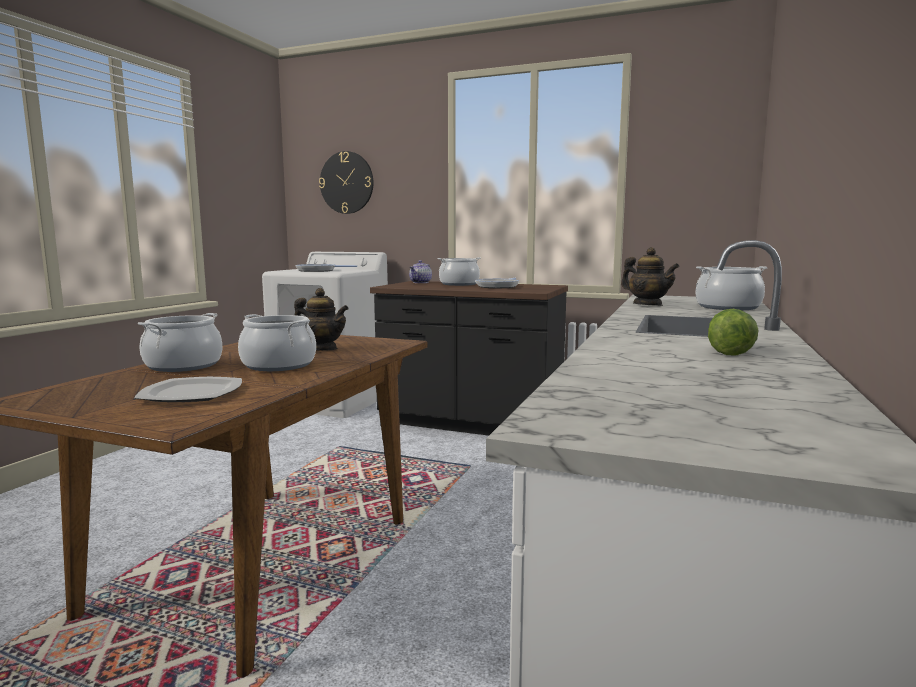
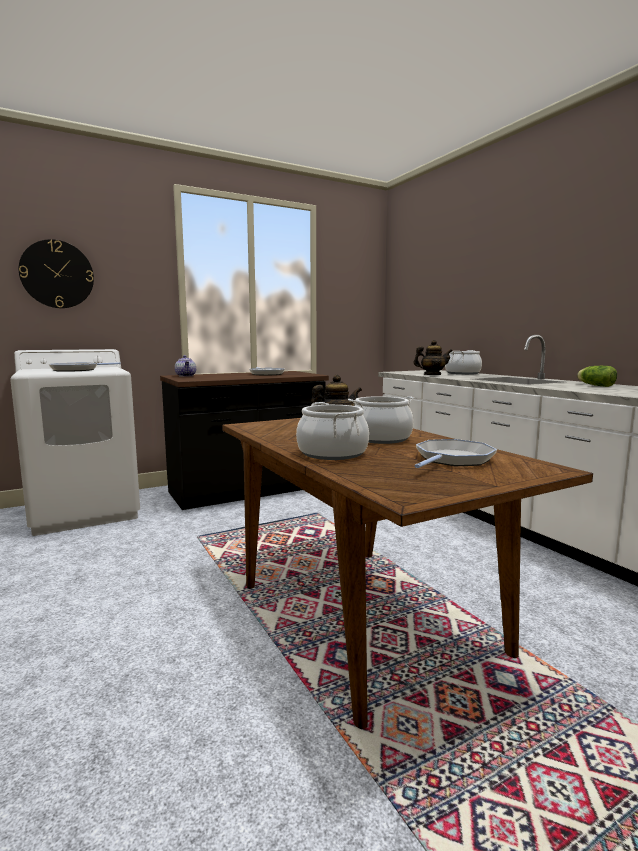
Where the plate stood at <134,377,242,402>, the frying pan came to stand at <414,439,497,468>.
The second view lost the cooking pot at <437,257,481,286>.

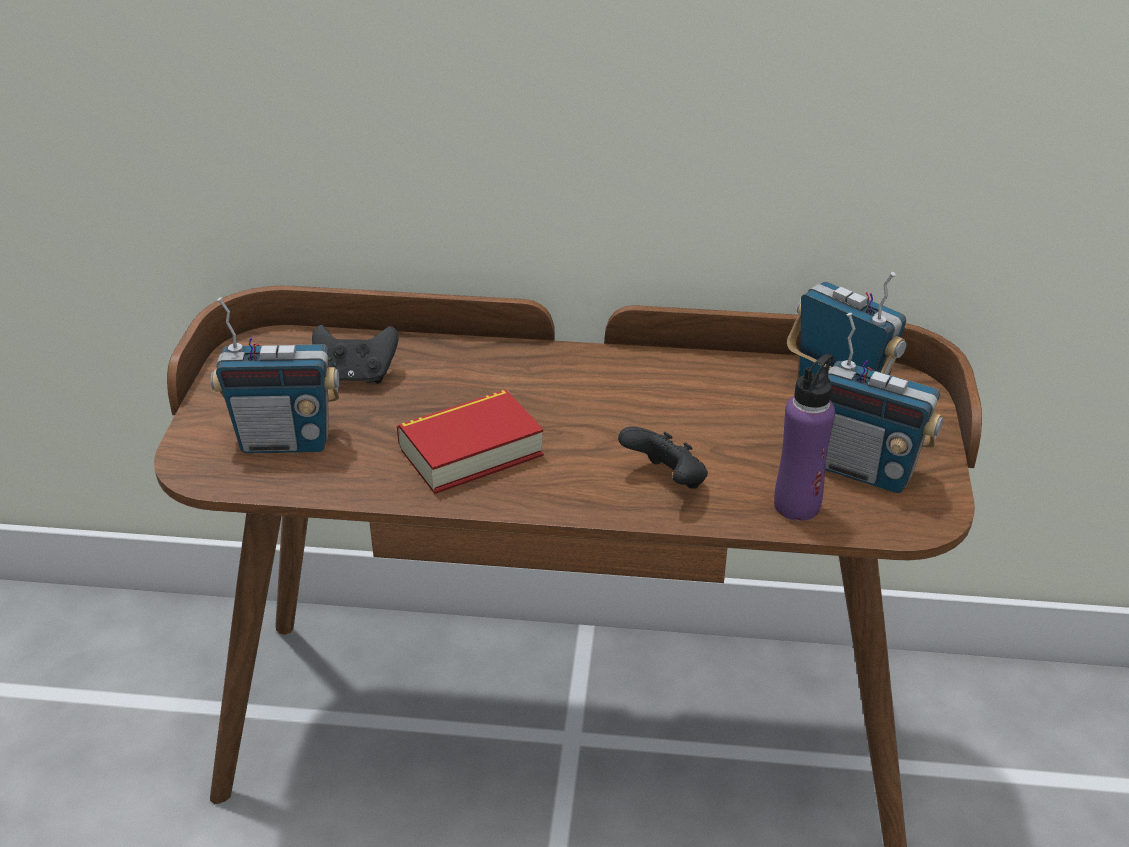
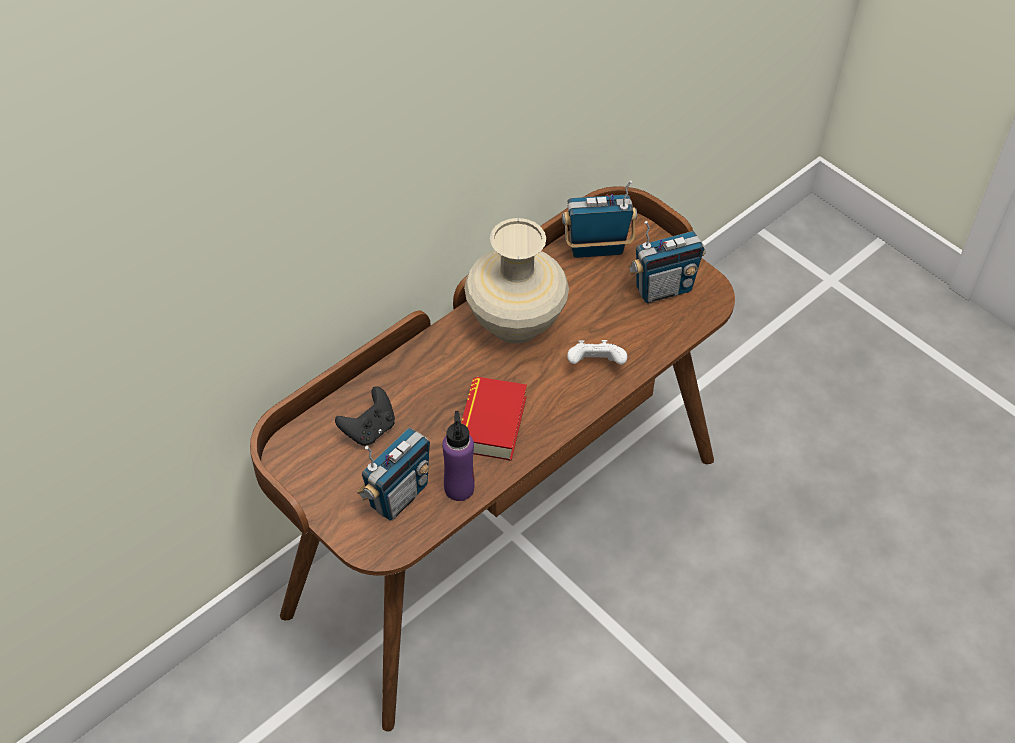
What was the black game controller at <618,426,708,489> turned into the white game controller at <567,340,627,365>.
The purple bottle ended up elsewhere, having gone from <774,353,835,521> to <442,411,475,501>.
The second view gained the beige vase at <464,218,569,344>.

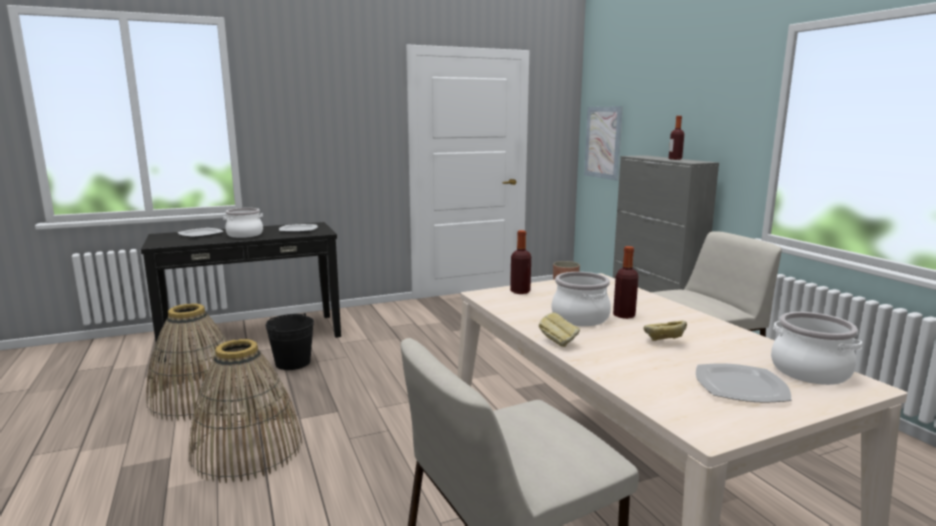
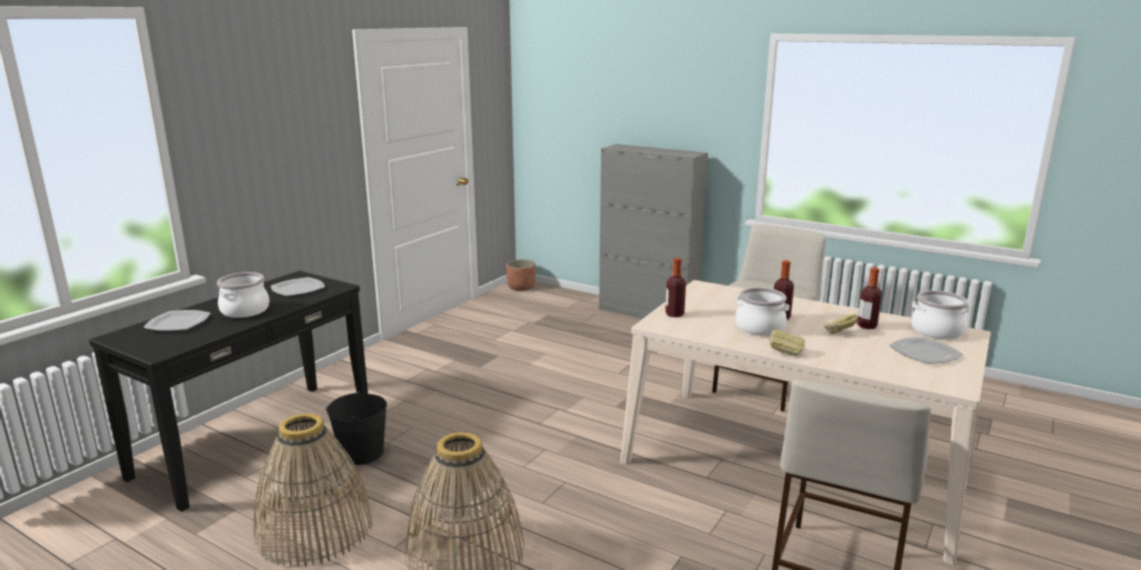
The second view lost the picture at <584,106,623,181>.
The bottle ended up elsewhere, having gone from <669,116,684,160> to <857,268,882,329>.

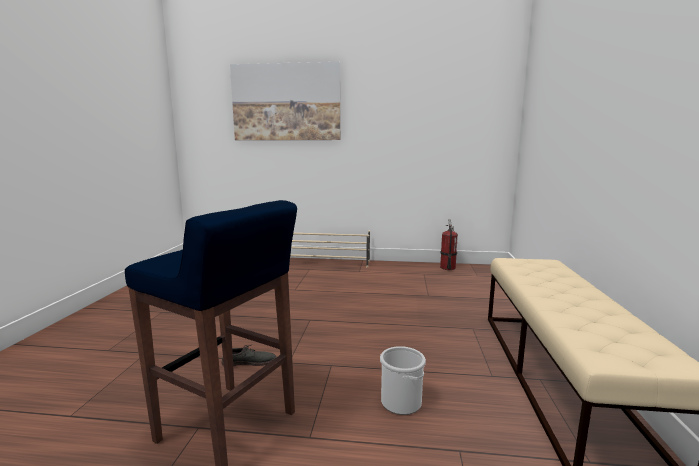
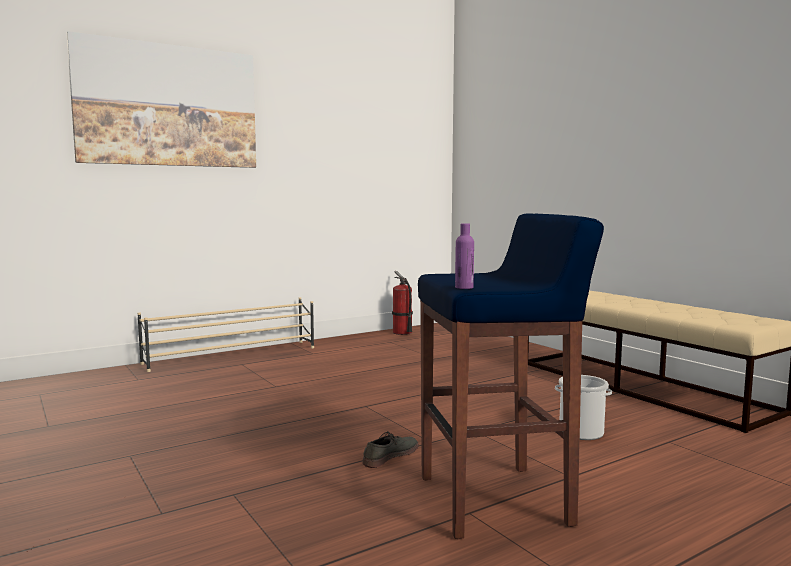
The second view gained the purple bottle at <455,223,474,289>.

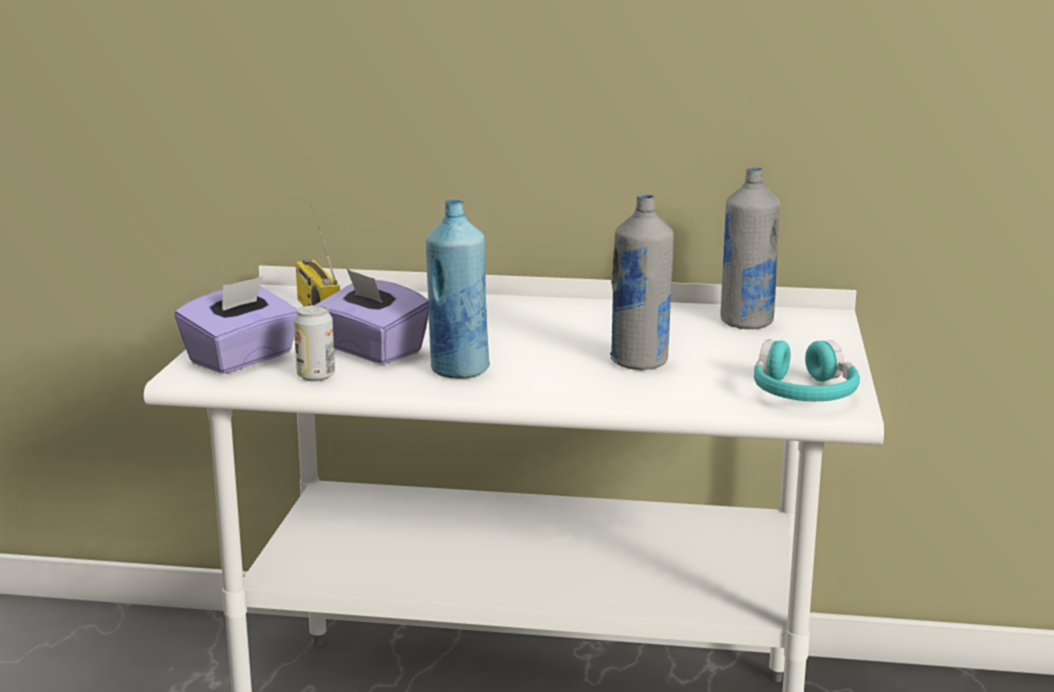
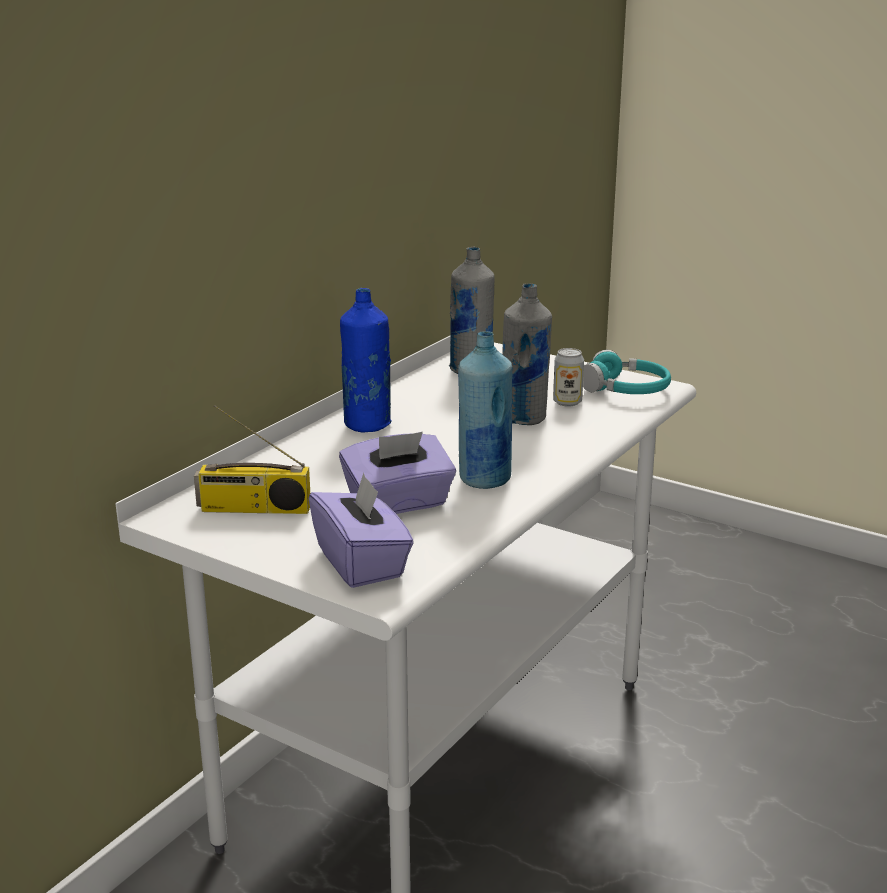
The can ended up elsewhere, having gone from <294,305,335,382> to <553,348,584,407>.
The second view gained the blue bottle at <340,288,392,433>.

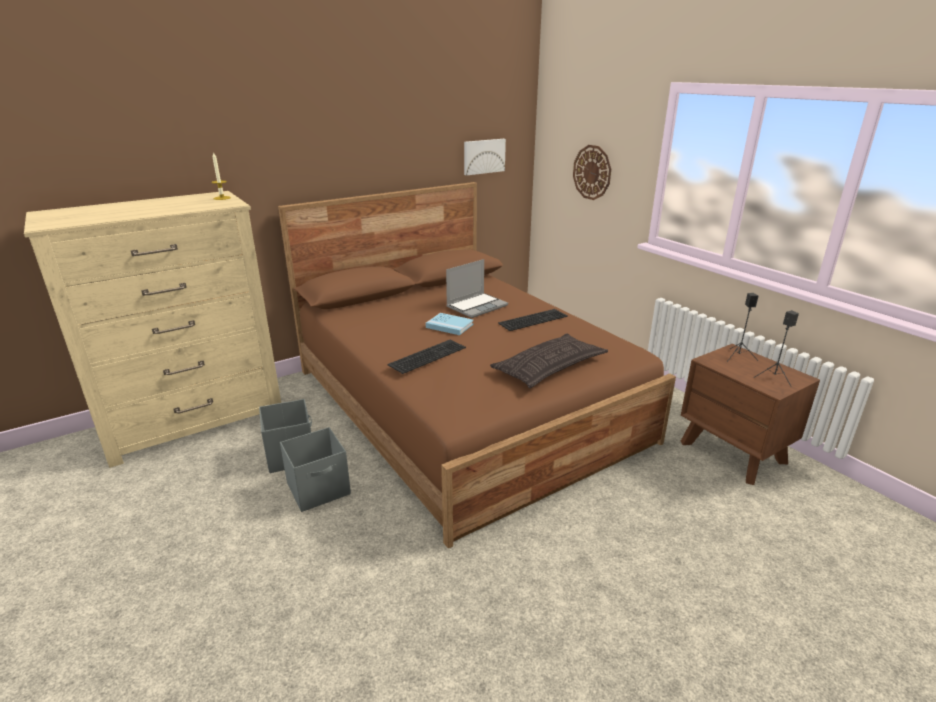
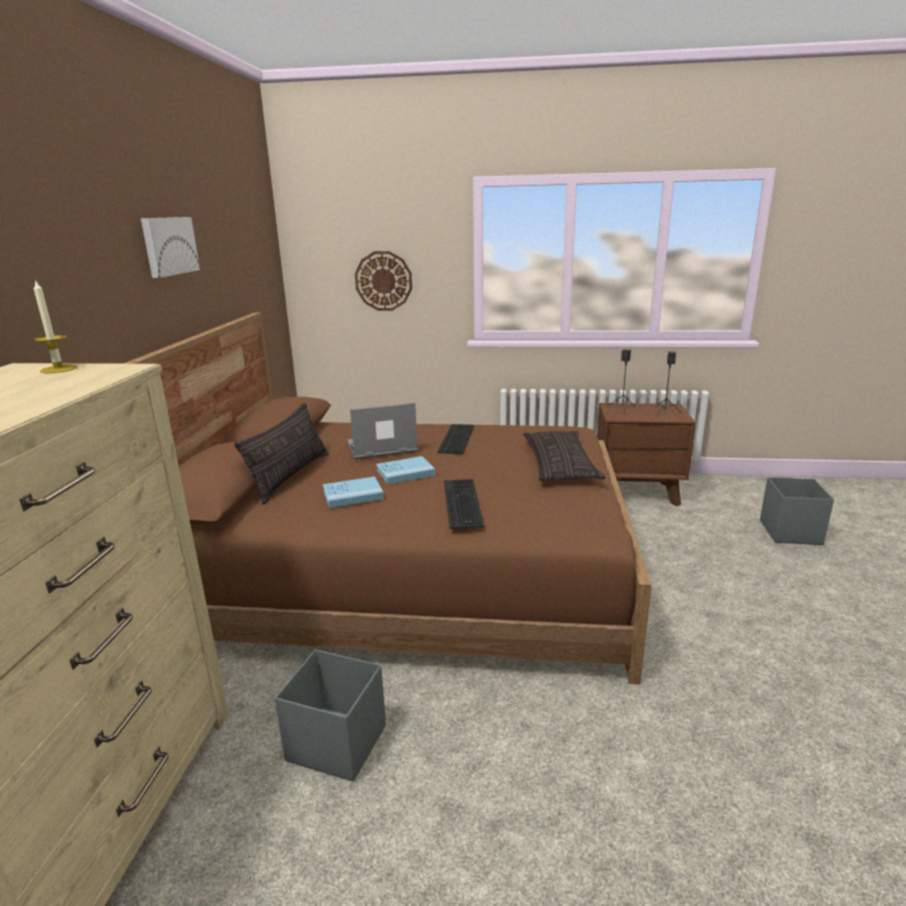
The grey storage box ended up elsewhere, having gone from <280,427,351,512> to <760,477,834,545>.
The laptop at <446,259,508,318> ended up facing another way, 105 degrees counterclockwise from before.
The picture ended up elsewhere, having gone from <464,139,506,175> to <141,217,200,278>.
The second view gained the pillow at <235,402,329,505>.
The second view gained the blue book at <323,477,384,508>.

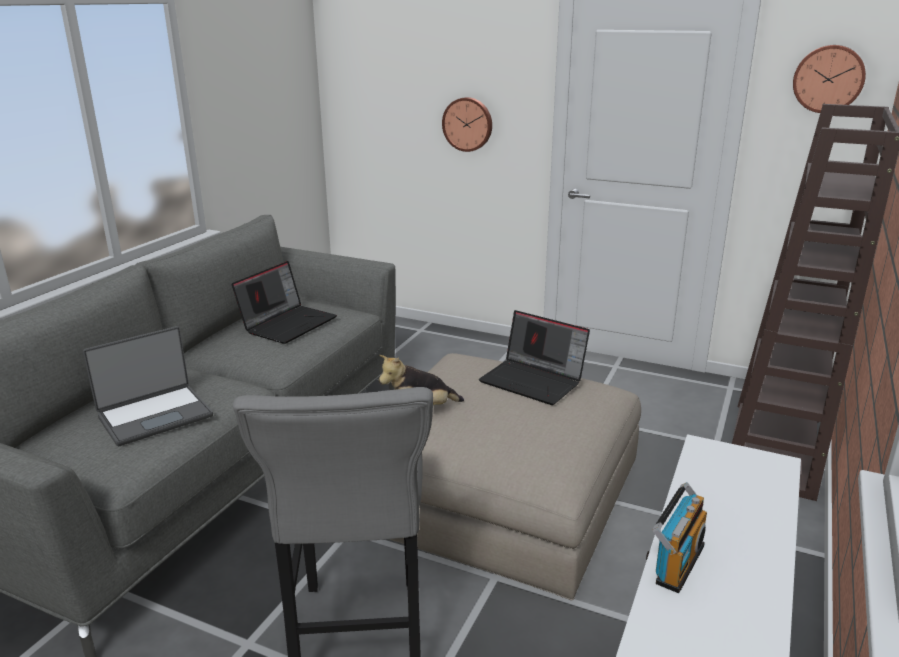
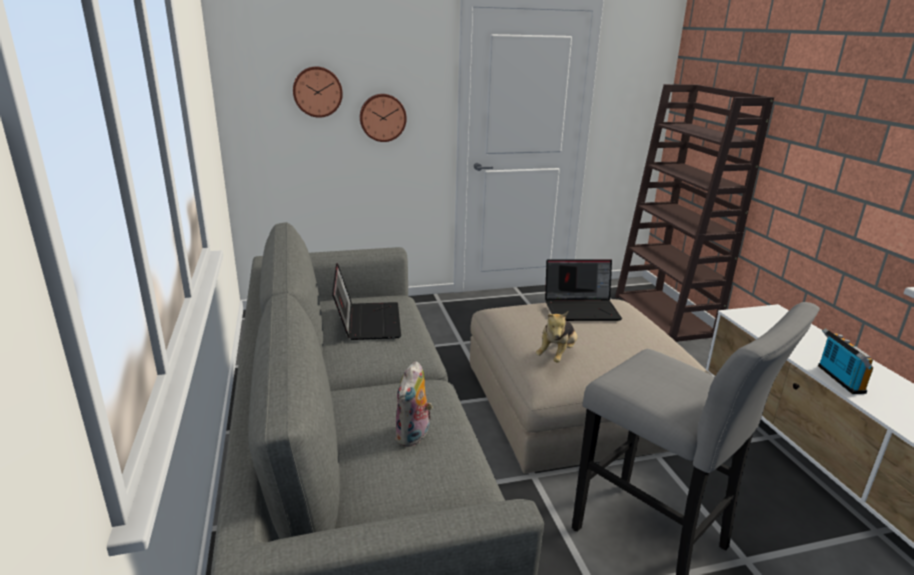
Where the laptop stood at <83,326,213,446>, the plush toy came to stand at <395,361,433,447>.
The wall clock ended up elsewhere, having gone from <793,45,866,113> to <293,67,343,118>.

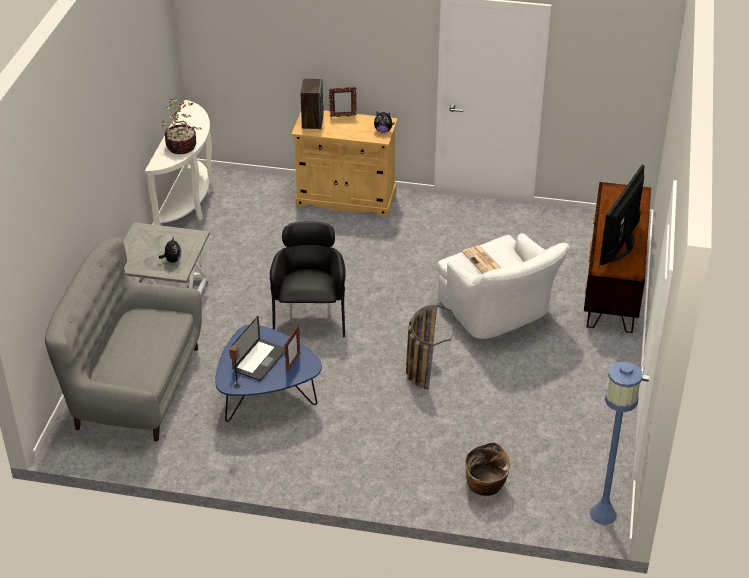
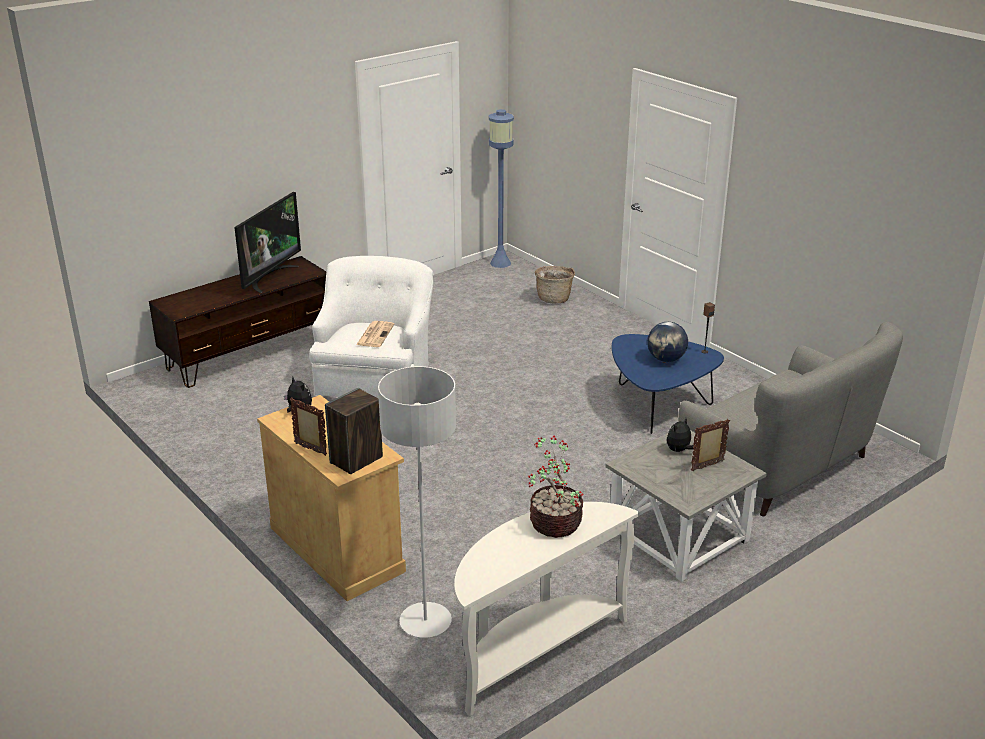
Where the laptop stood at <231,316,285,381>, the globe came to stand at <647,322,688,362>.
The second view lost the black armchair at <270,222,346,337>.
The picture frame ended up elsewhere, having gone from <284,325,300,373> to <691,419,730,471>.
The second view lost the basket at <406,305,455,389>.
The television at <598,165,645,265> ended up facing another way, 45 degrees counterclockwise from before.
The second view gained the grey floor lamp at <378,366,456,638>.

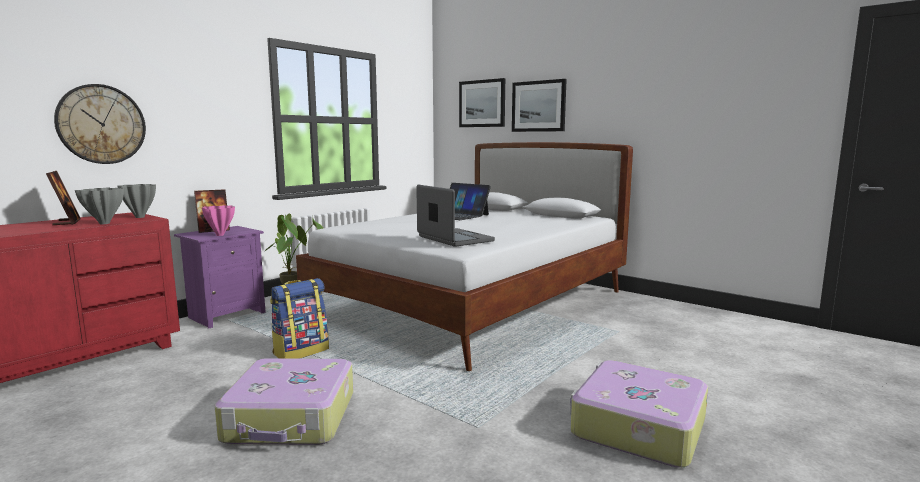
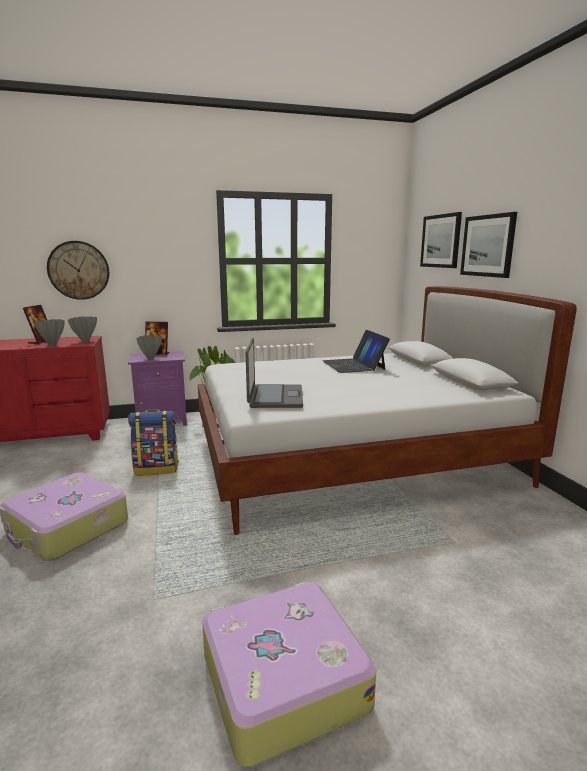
What was the pink vase at <202,205,235,236> turned into the grey vase at <137,335,162,360>.

